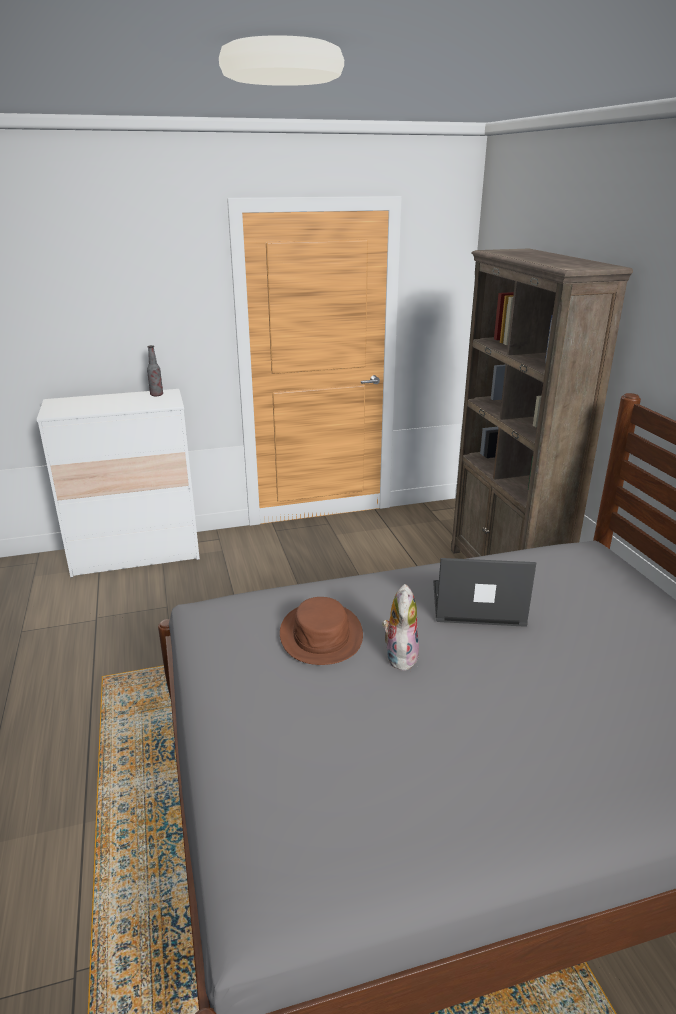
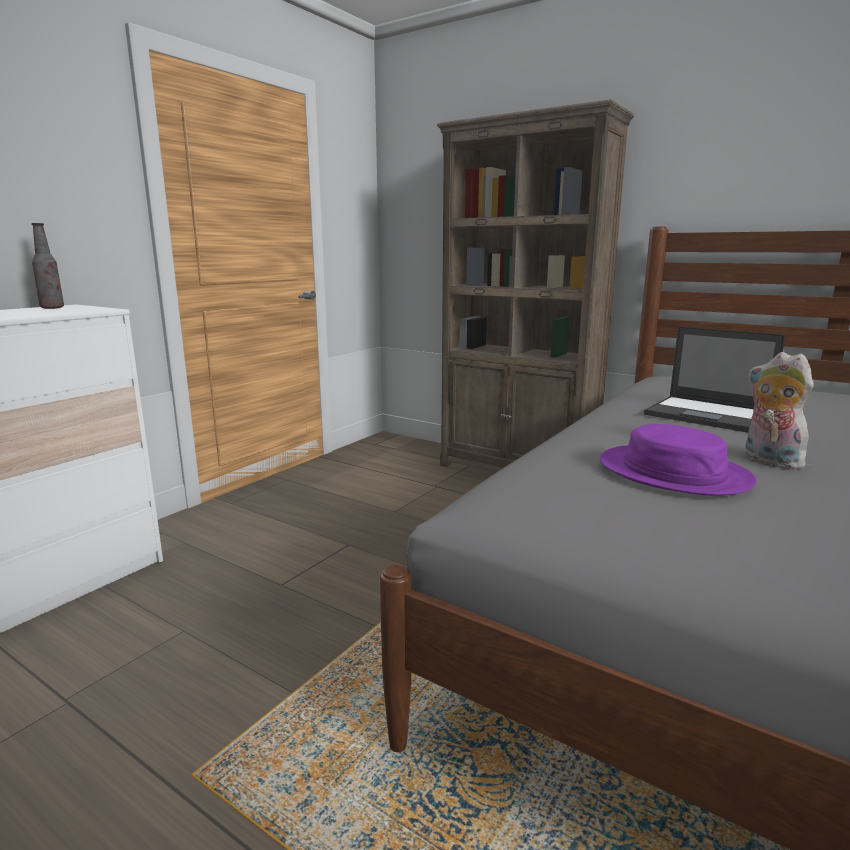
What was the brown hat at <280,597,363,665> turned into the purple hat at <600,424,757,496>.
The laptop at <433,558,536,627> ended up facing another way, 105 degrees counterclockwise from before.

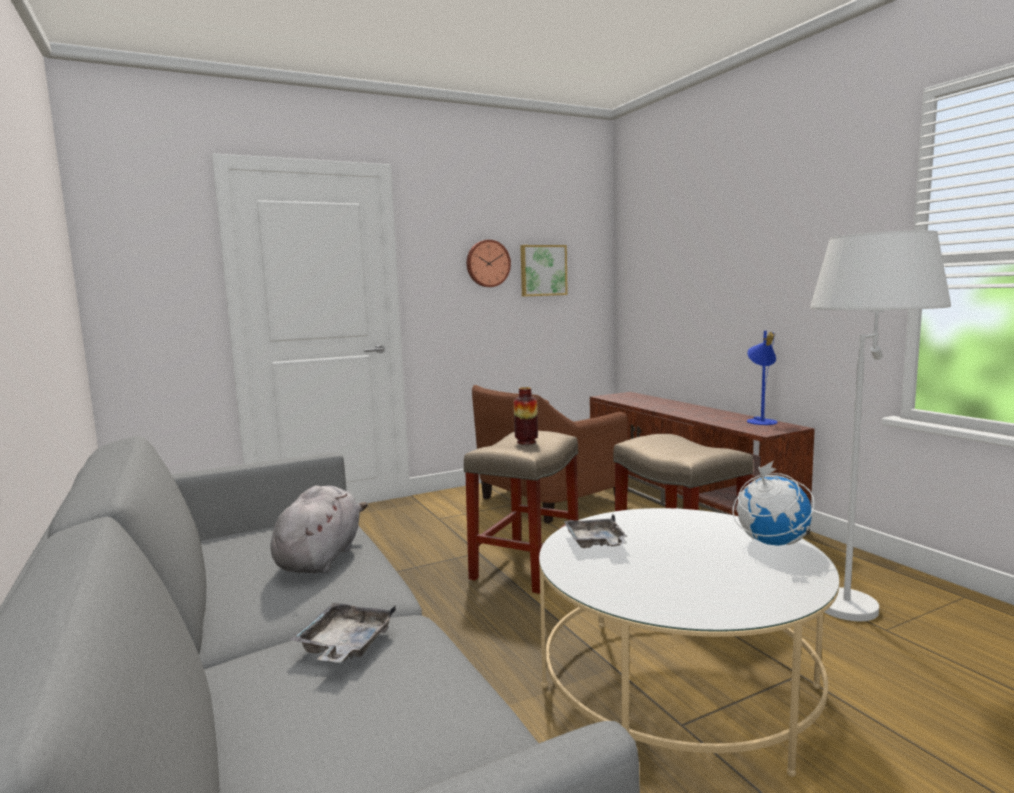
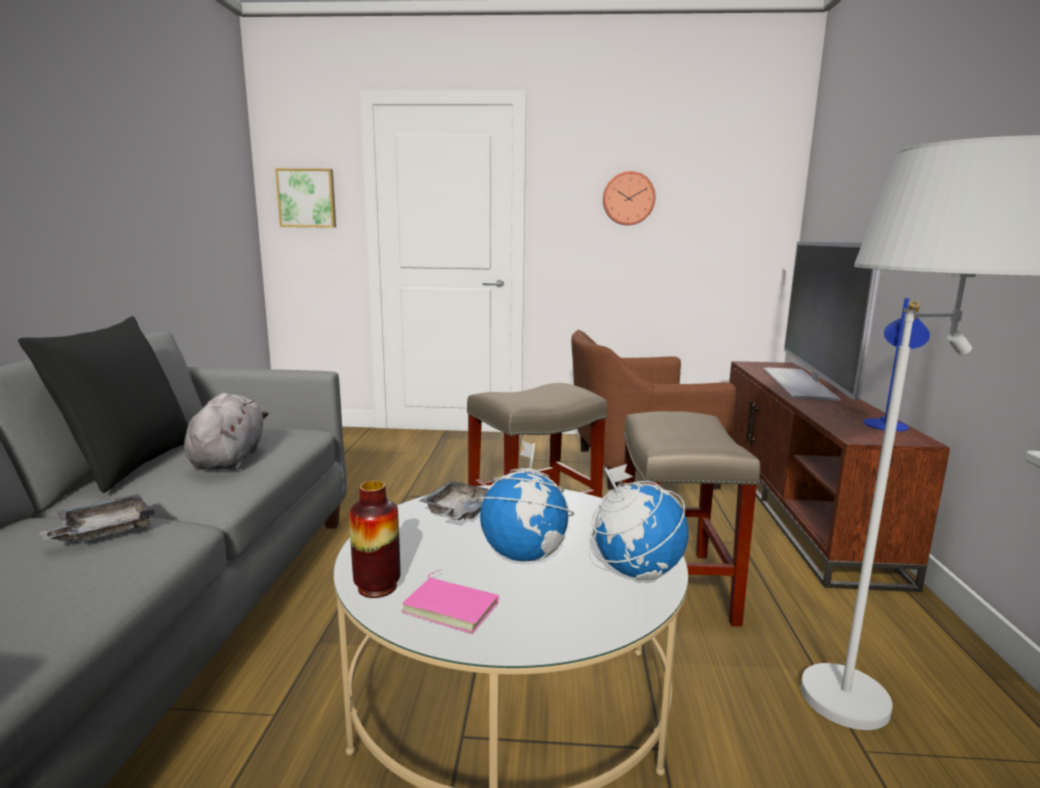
The grey plush toy at <270,486,368,573> ended up facing another way, 45 degrees counterclockwise from before.
The vase ended up elsewhere, having gone from <514,387,538,445> to <349,481,400,598>.
The picture ended up elsewhere, having gone from <520,245,568,297> to <275,168,336,228>.
The second view gained the black pillow at <18,316,188,493>.
The second view gained the pink book at <402,570,499,633>.
The second view gained the globe at <476,441,574,561>.
The second view gained the television at <763,242,880,401>.

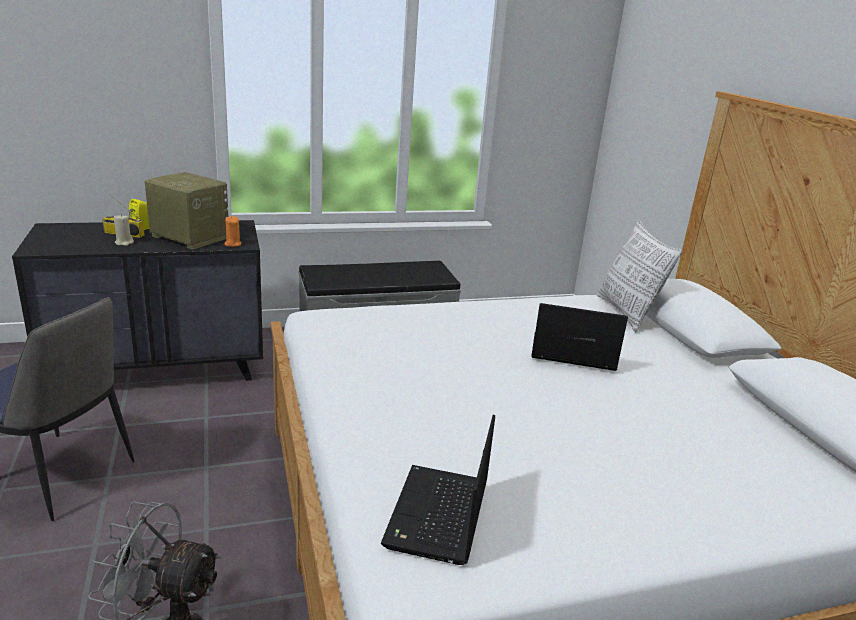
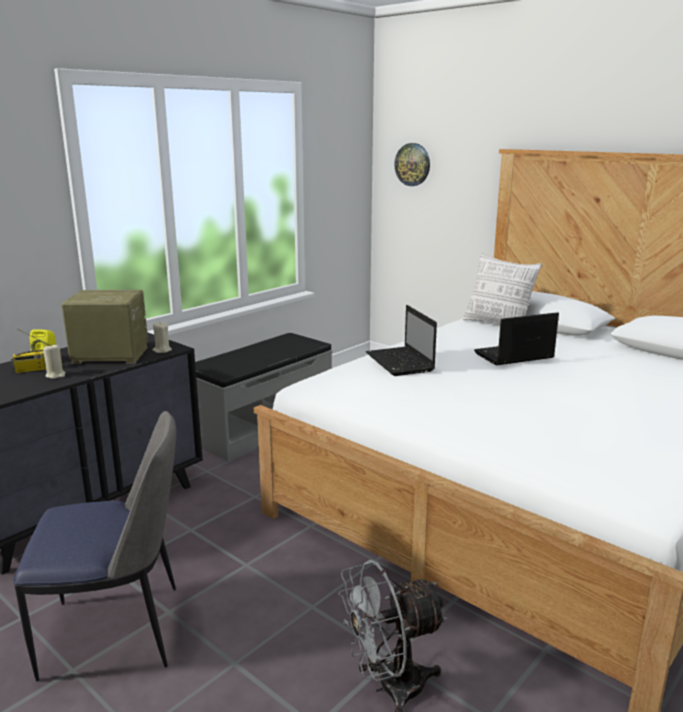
What was the orange candle at <224,216,241,247> turned into the beige candle at <152,322,172,353>.
The laptop ended up elsewhere, having gone from <381,415,495,565> to <366,305,437,376>.
The second view gained the wall clock at <395,143,430,186>.

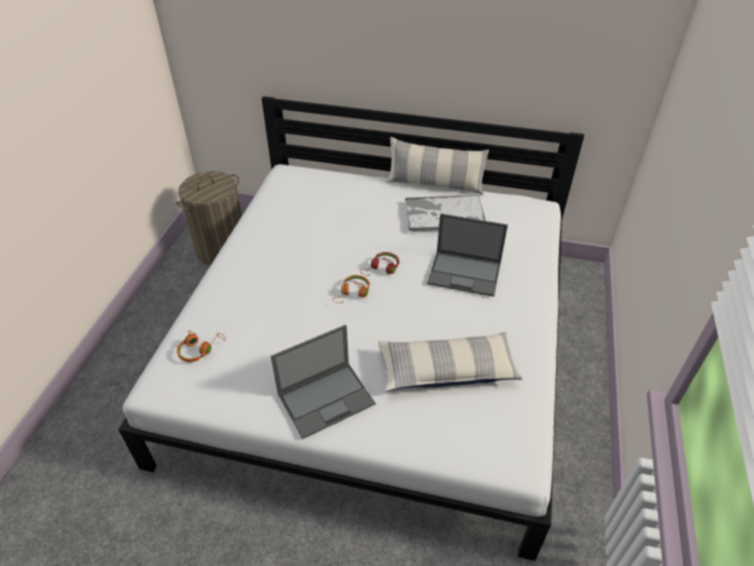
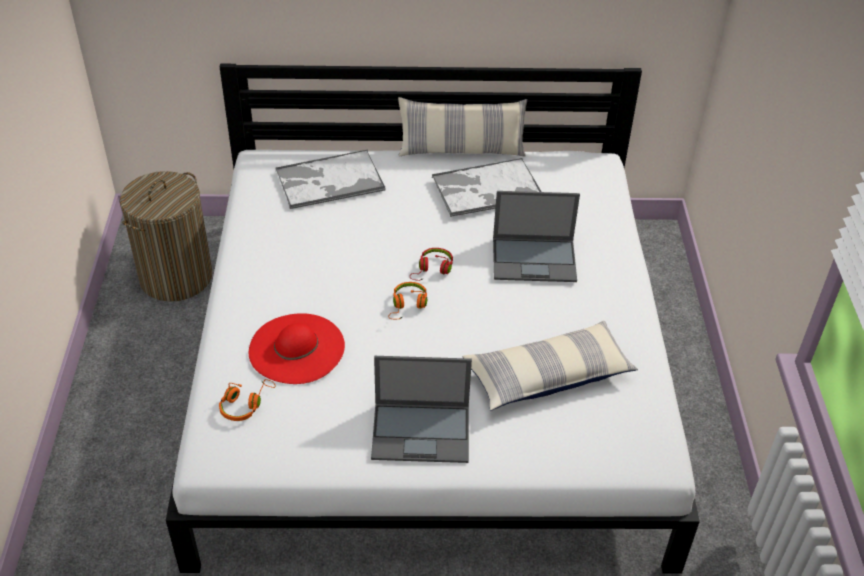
The laptop at <271,325,375,439> ended up facing another way, 45 degrees clockwise from before.
The second view gained the red hat at <249,313,345,384>.
The second view gained the tray at <276,149,385,209>.

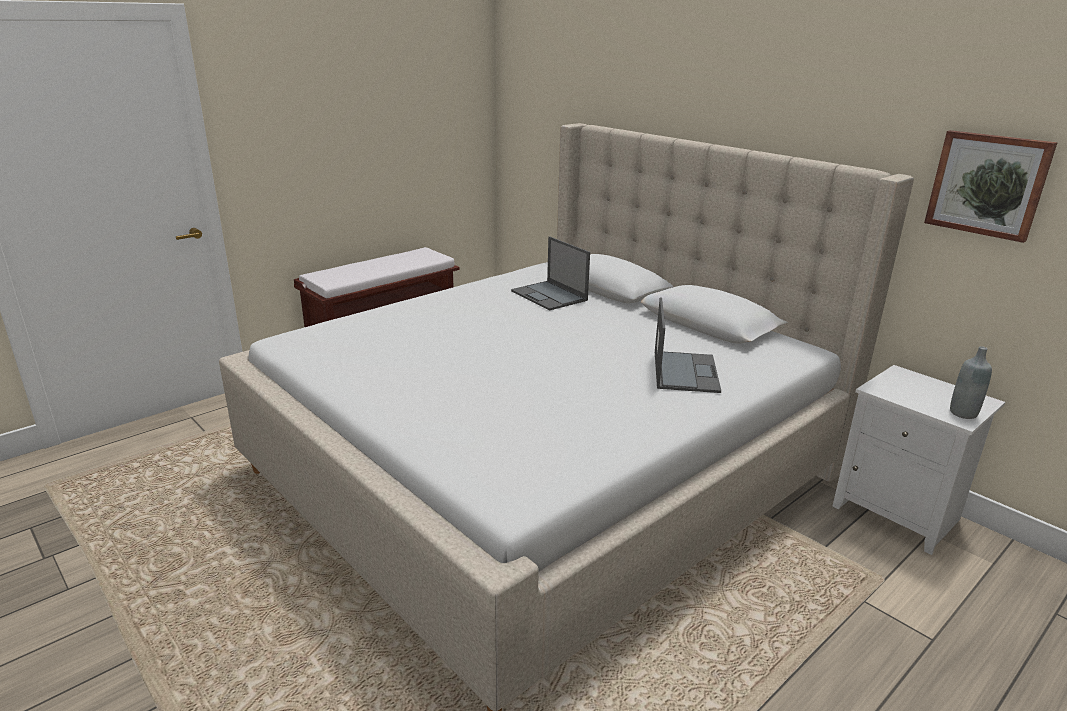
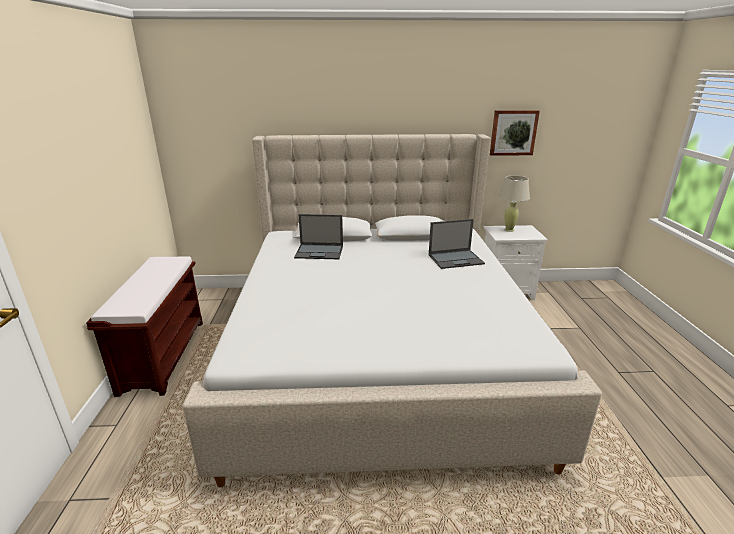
The laptop at <655,298,721,393> ended up facing another way, 120 degrees clockwise from before.
The second view lost the grey bottle at <950,346,992,419>.
The second view gained the beige table lamp at <499,176,530,232>.

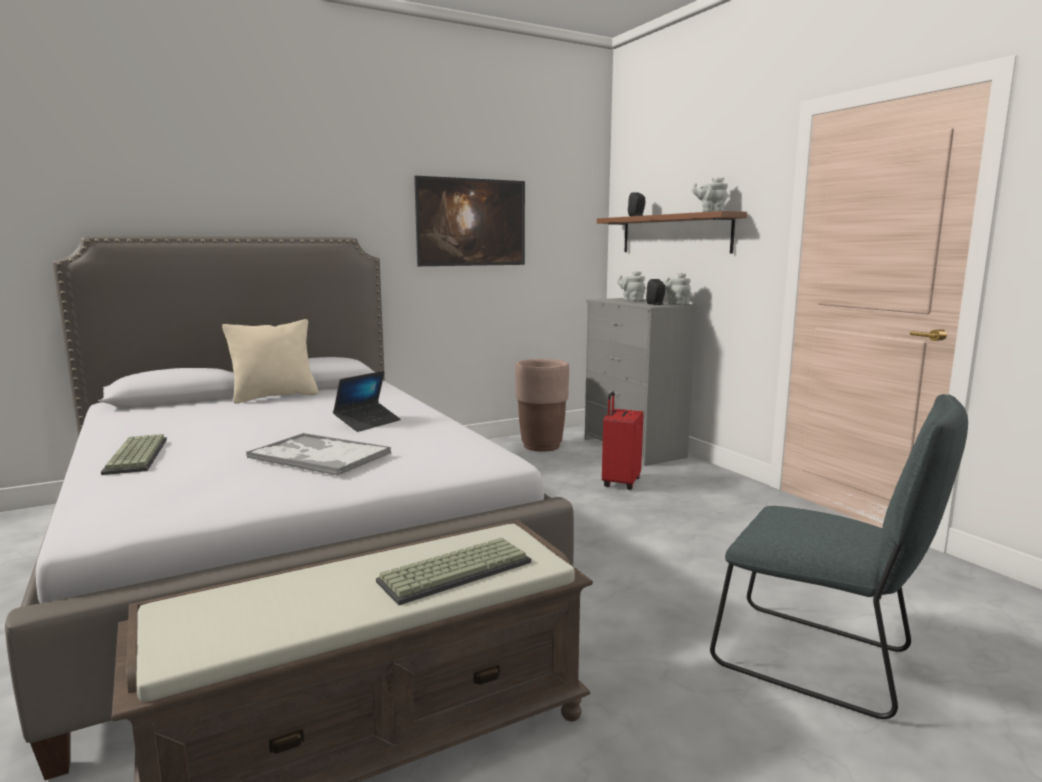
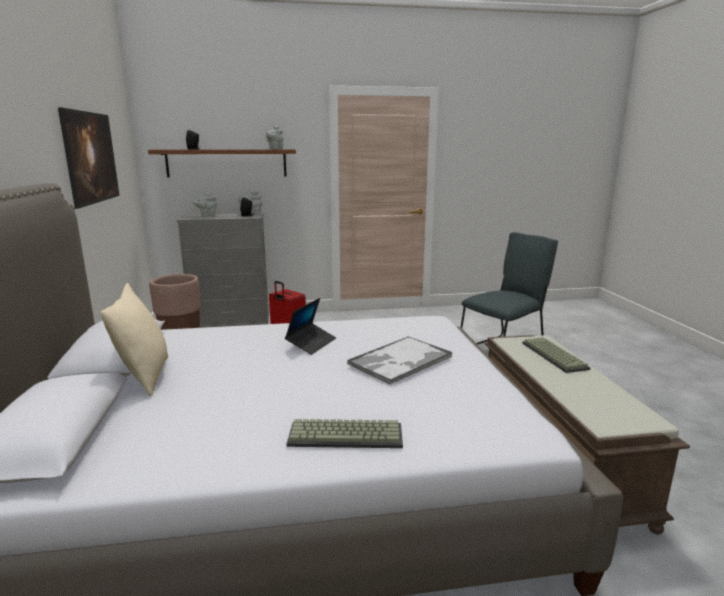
The laptop at <333,371,401,432> ended up facing another way, 60 degrees clockwise from before.

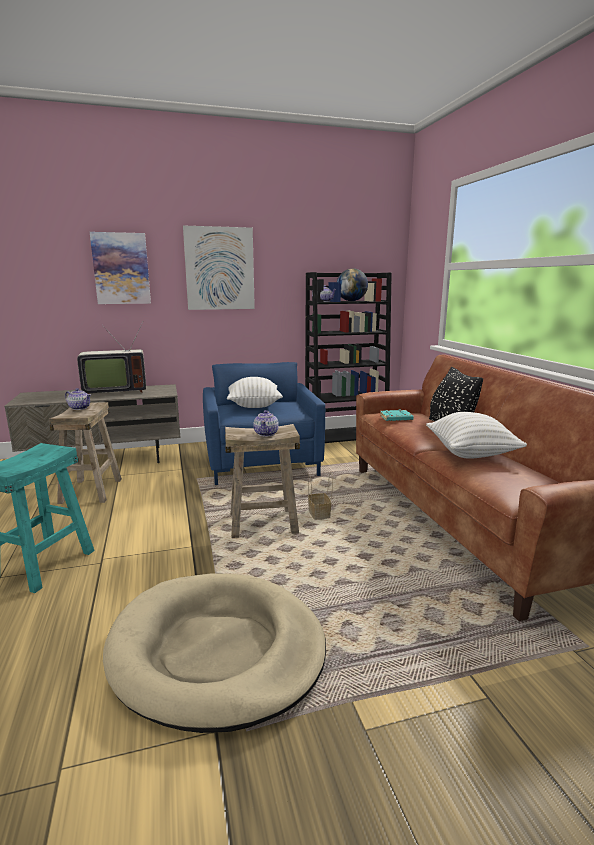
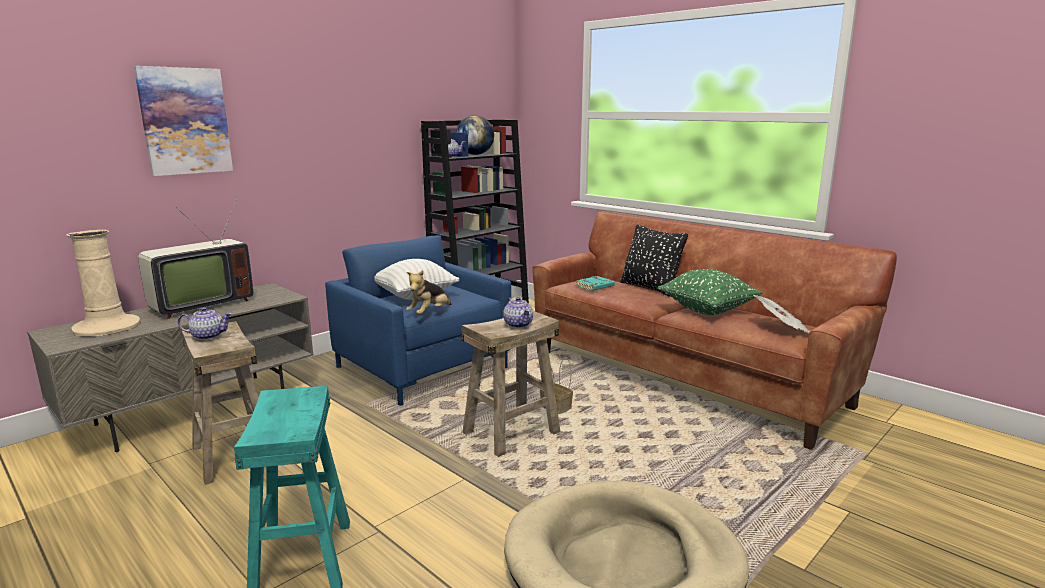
The second view lost the picture at <183,226,255,310>.
What was the white pillow at <426,412,527,459> turned into the green pillow at <657,269,763,315>.
The second view gained the beige vase at <67,230,141,337>.
The second view gained the plush toy at <406,270,451,315>.
The second view gained the newspaper at <754,295,810,333>.

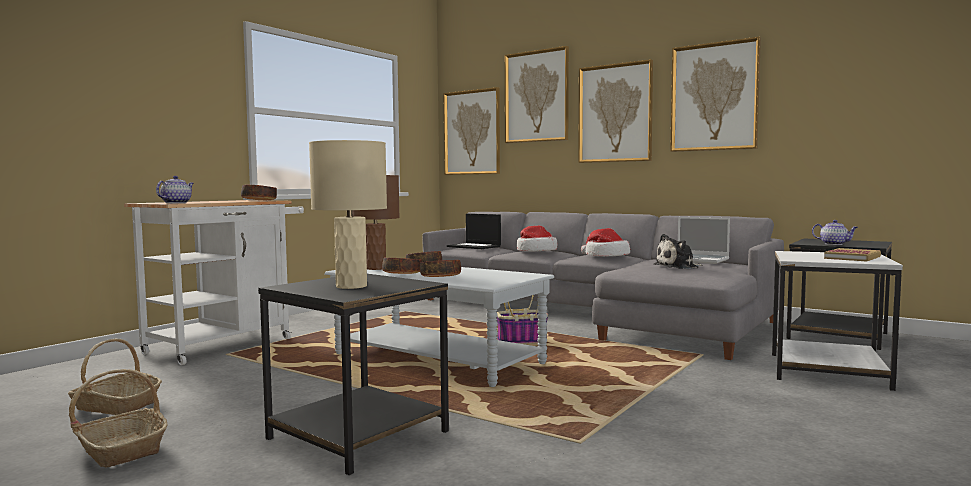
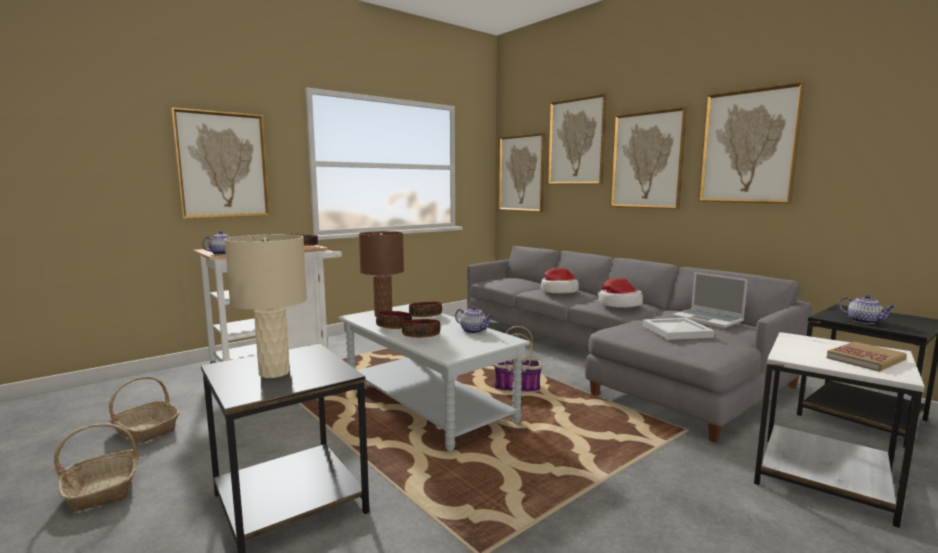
The second view lost the laptop at <447,214,501,249>.
Where the plush toy stood at <654,234,702,269>, the white tray came to stand at <643,318,714,340>.
The second view gained the picture at <171,107,270,219>.
The second view gained the teapot at <455,306,492,334>.

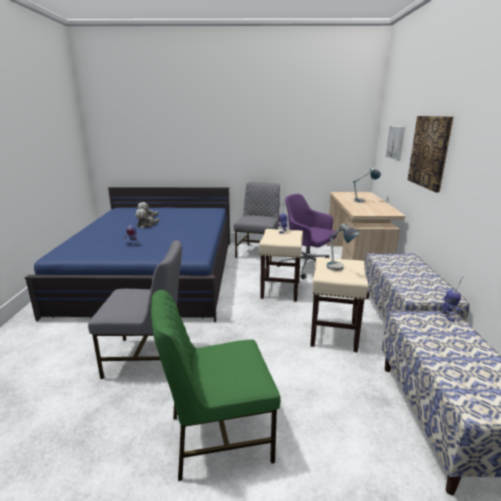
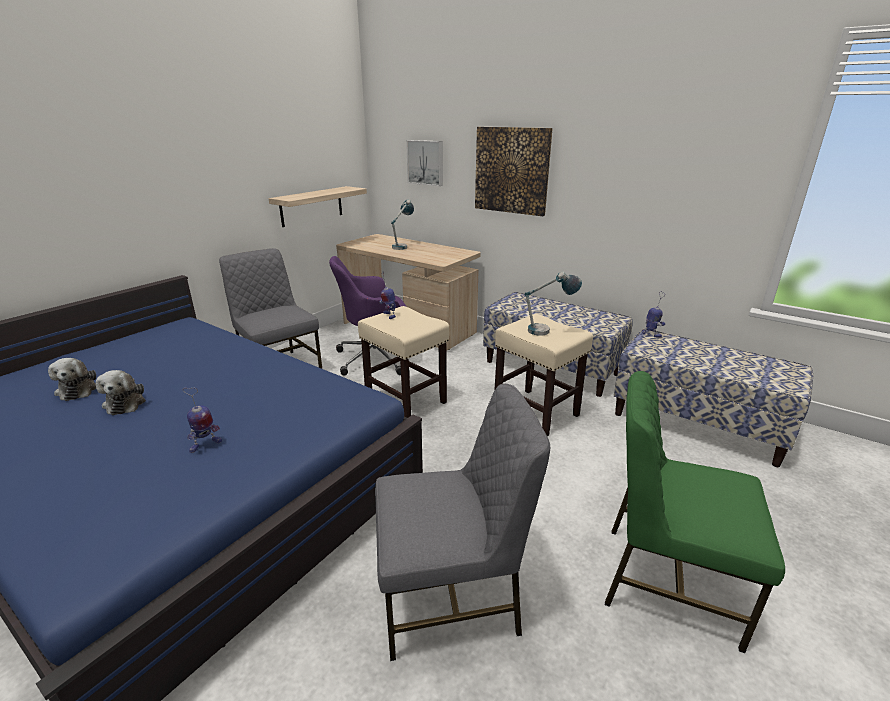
The grey chair at <88,240,182,379> ended up facing another way, 45 degrees clockwise from before.
The green chair at <151,290,281,481> ended up facing another way, 90 degrees clockwise from before.
The second view gained the shelf at <269,186,367,227>.

